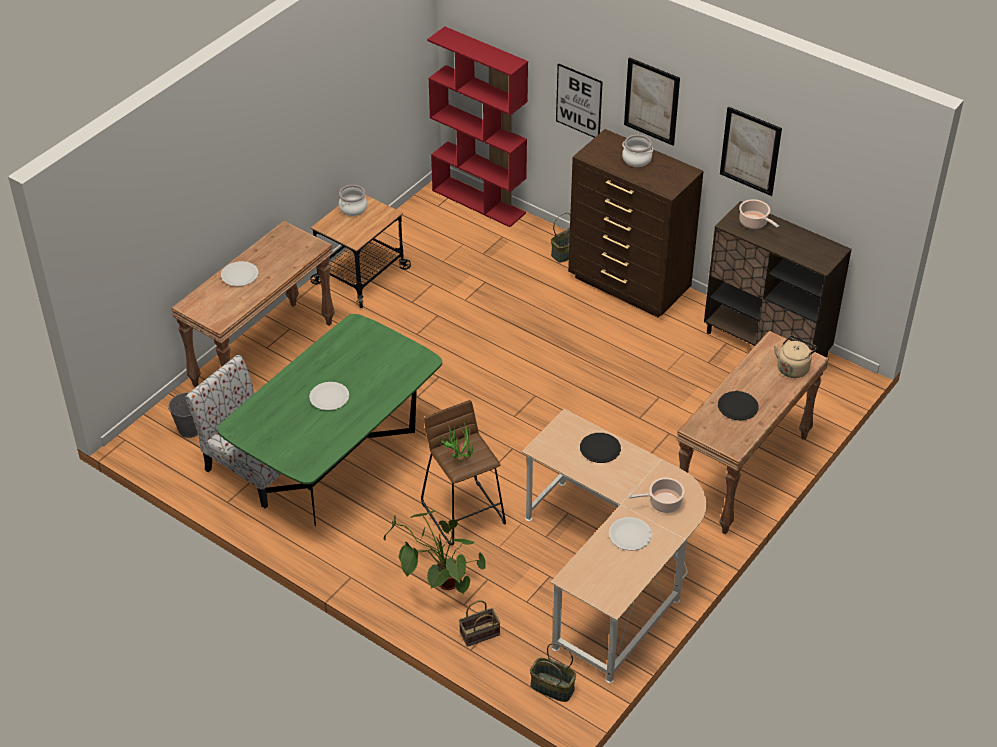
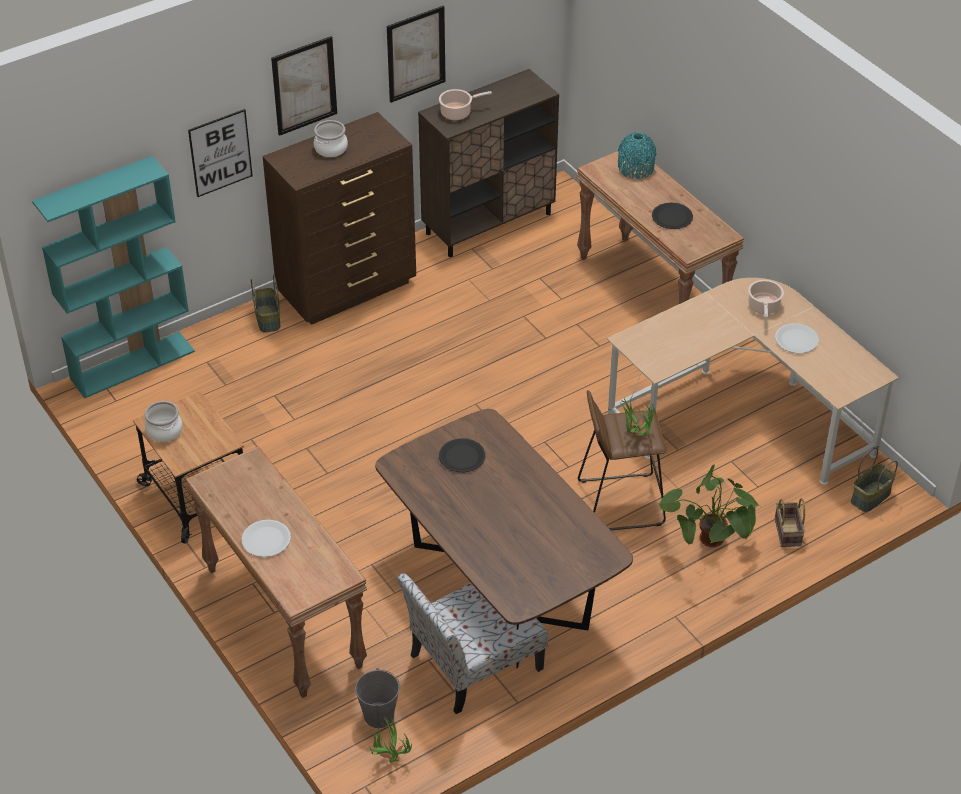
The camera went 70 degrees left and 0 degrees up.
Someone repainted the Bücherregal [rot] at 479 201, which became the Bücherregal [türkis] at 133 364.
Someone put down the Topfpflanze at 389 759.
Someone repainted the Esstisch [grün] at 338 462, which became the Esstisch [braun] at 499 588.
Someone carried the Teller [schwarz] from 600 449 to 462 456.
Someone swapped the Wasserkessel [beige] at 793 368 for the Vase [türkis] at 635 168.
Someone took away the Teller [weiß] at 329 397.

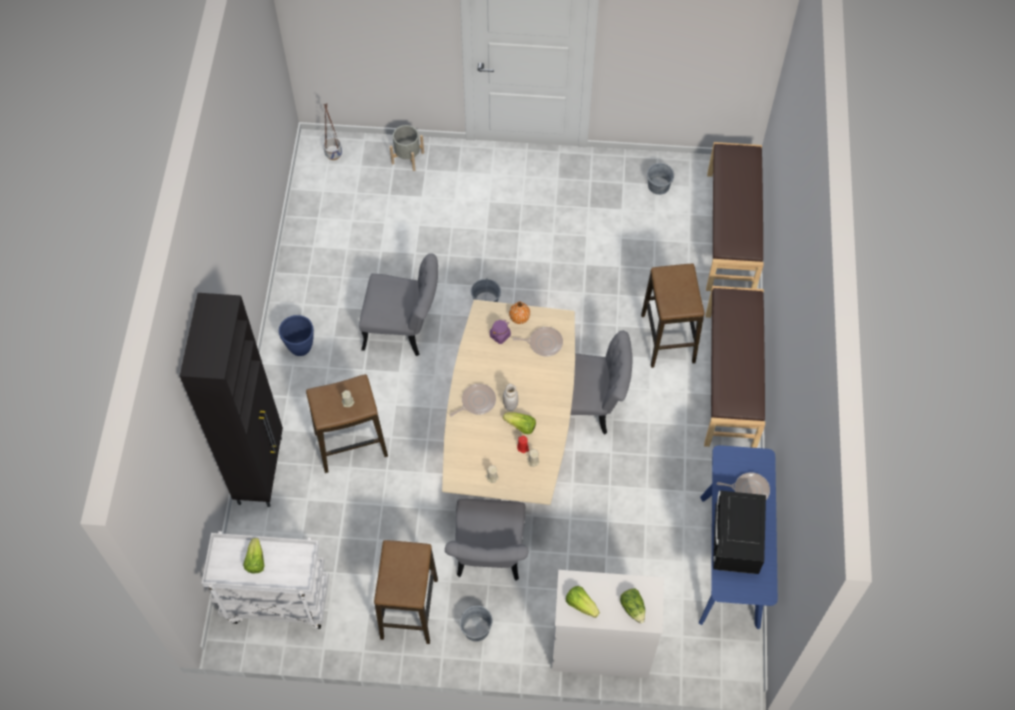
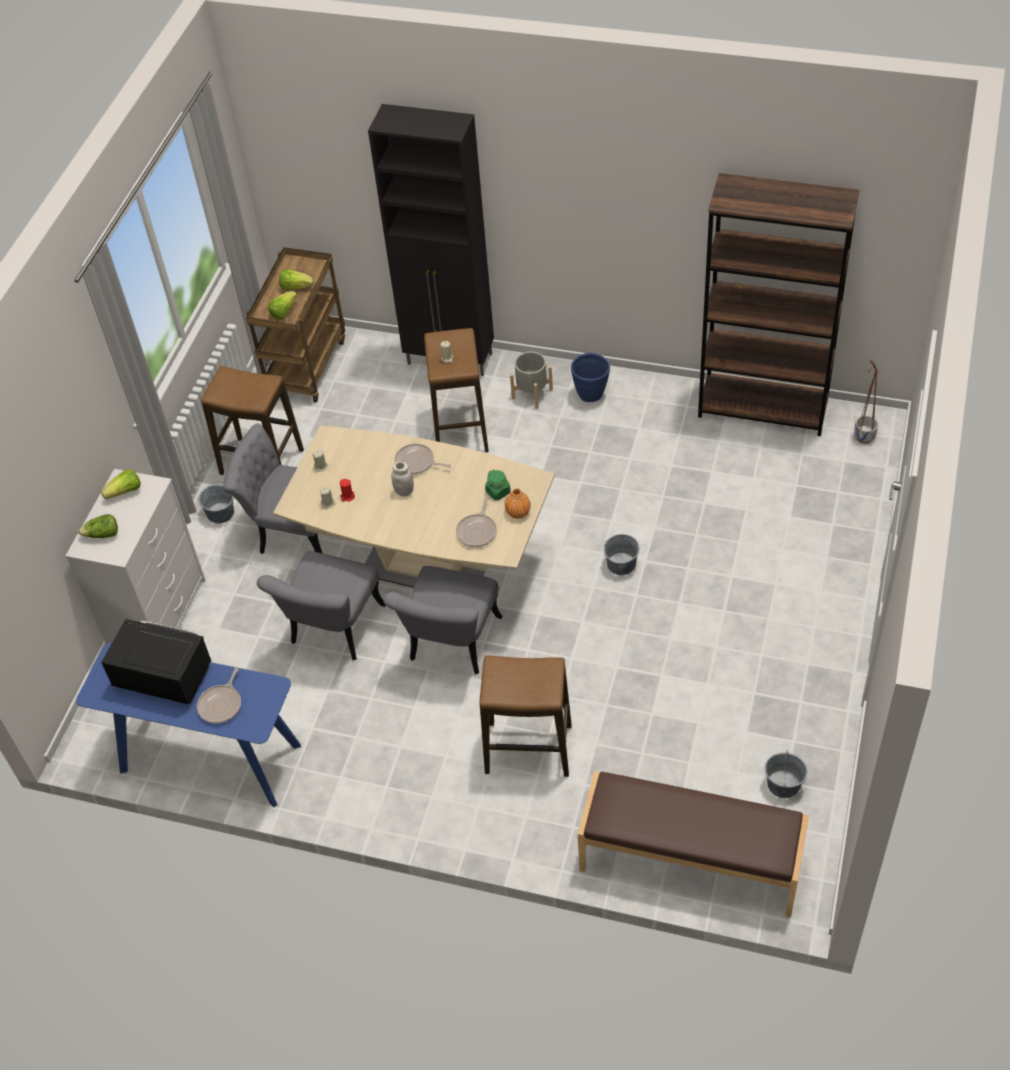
The camera went 105 degrees right and 10 degrees down.
Someone repainted the Rollwagen [weiß] at 276 601, which became the Rollwagen [braun] at 306 365.
Someone carried the Stuhl [grau] from 404 329 to 333 632.
Someone carried the Salatkopf from 520 426 to 283 312.
Someone rotated the Pfanne at 476 402 by 135 degrees clockwise.
Someone repainted the Vorratsglas [lila] at 500 335, which became the Vorratsglas [grün] at 498 492.
Someone carried the Pflanzkübel [grau] from 407 158 to 532 394.
Someone put down the Bücherregal [braun] at 763 408.
Someone took away the Bank [braun] at 731 380.

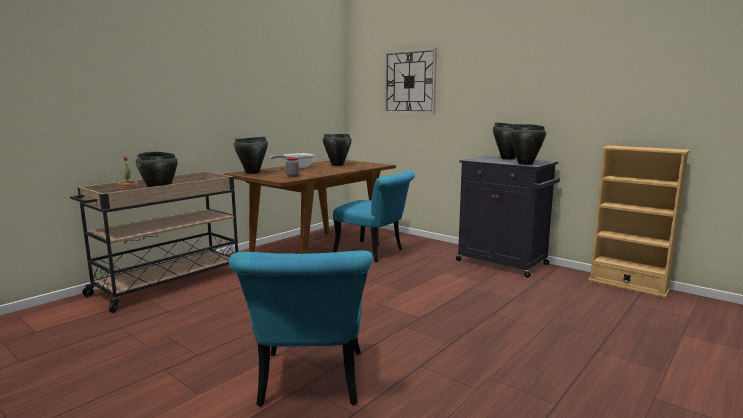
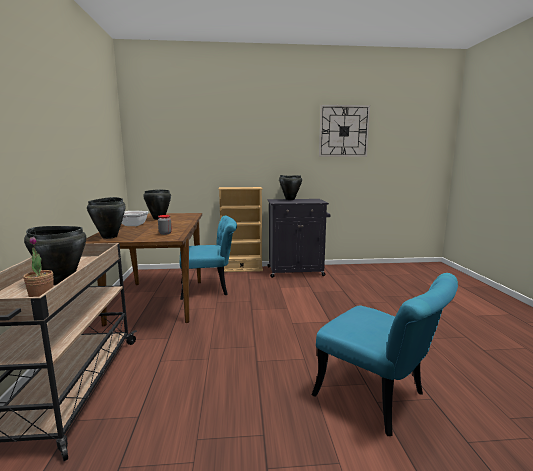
The camera went 45 degrees left and 0 degrees up.
Someone carried the Bücherregal [beige] from 628 285 to 241 269.
Someone carried the Wanduhr from 410 82 to 343 131.
Someone took away the Kochtopf [schwarz] at 525 164.

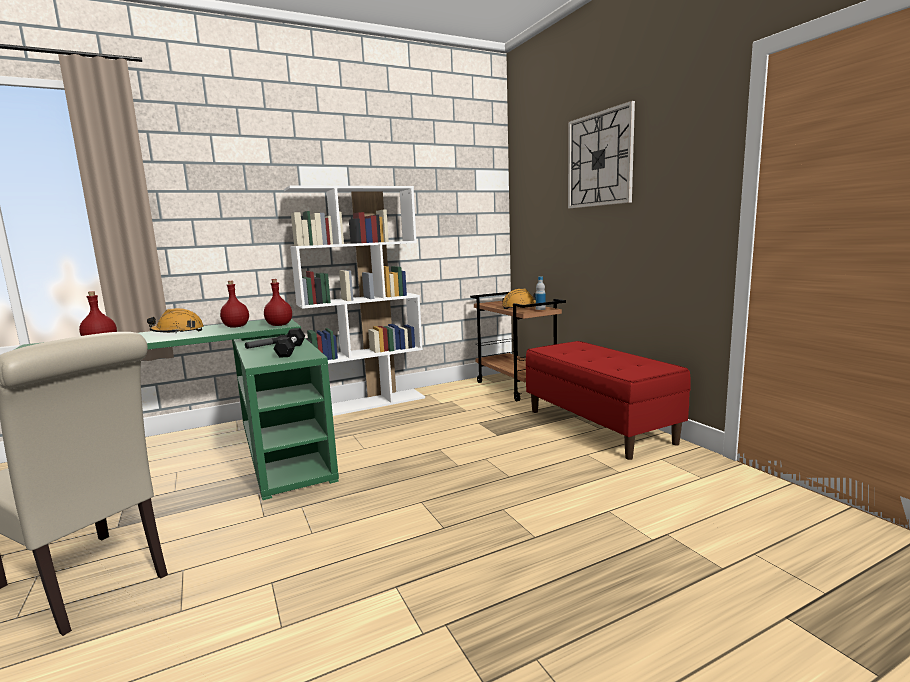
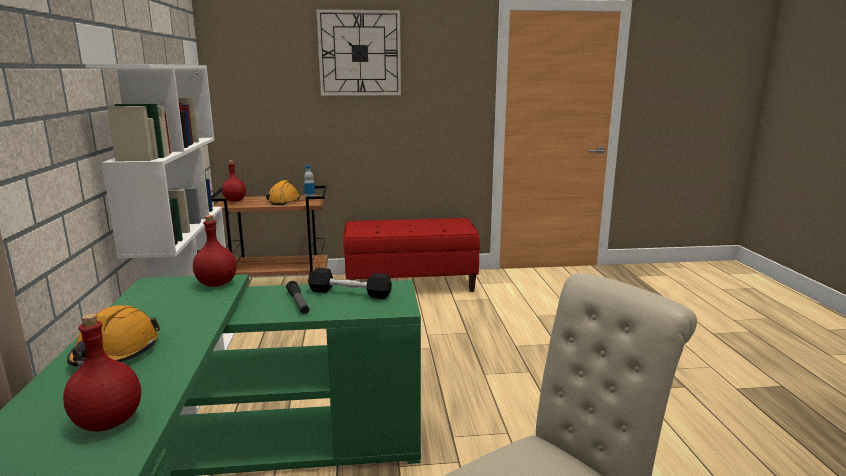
The camera went 70 degrees left and 5 degrees up.
Someone carried the Flasche [rot] from 236 327 to 235 200.

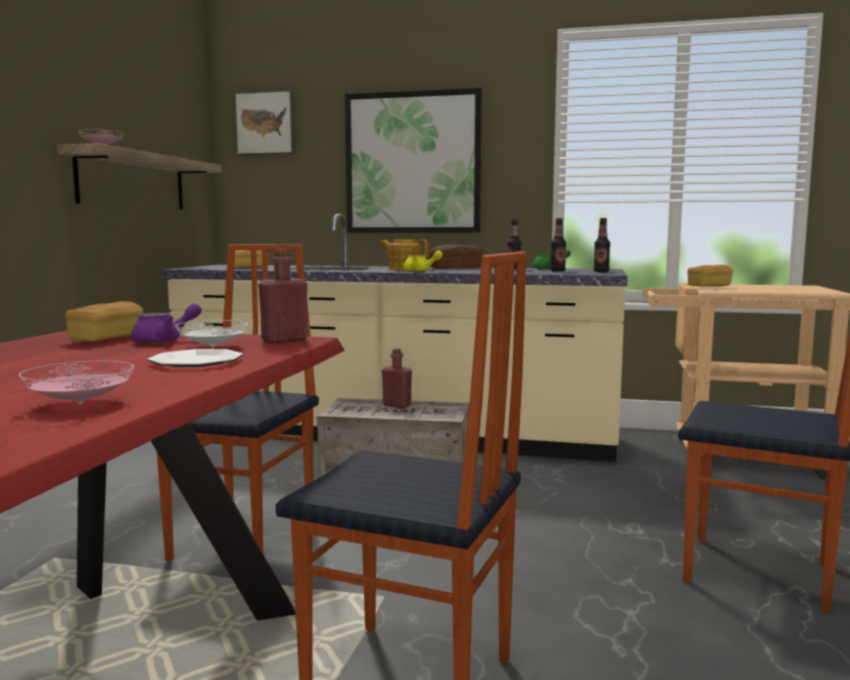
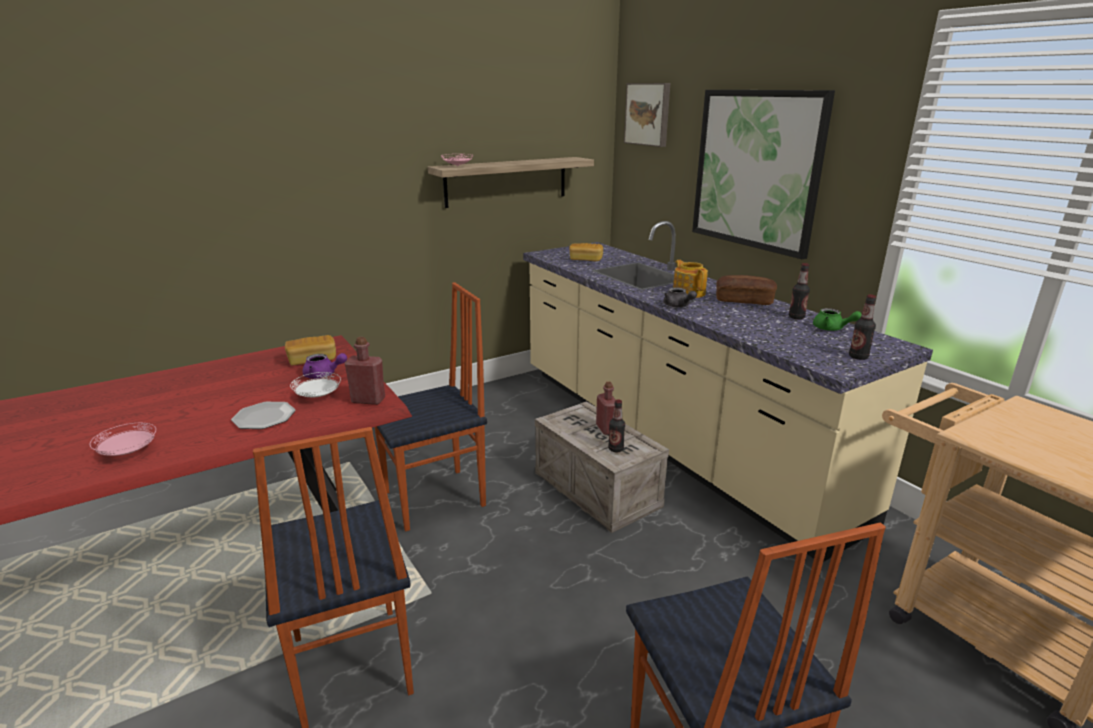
The camera went 45 degrees right and 15 degrees up.
Someone carried the Flasche from 557 271 to 615 449.
Someone repainted the Teekanne [gelb] at 420 271, which became the Teekanne [grau] at 678 306.
Someone took away the Brot at 709 286.

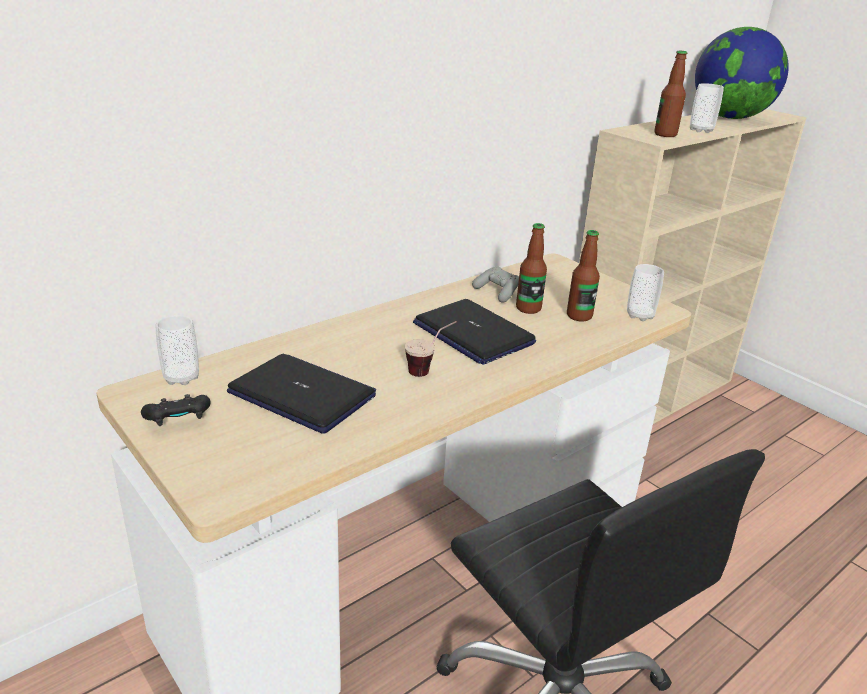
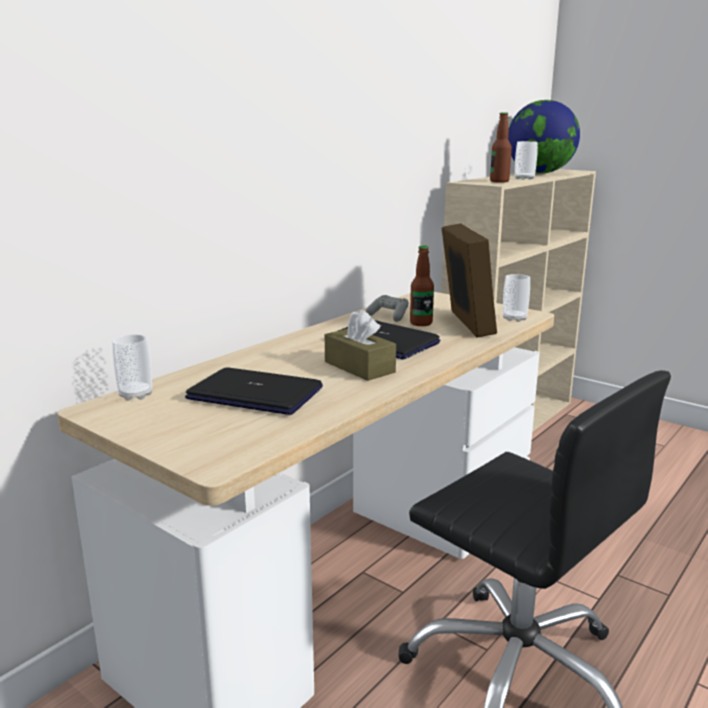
The camera went 10 degrees left and 10 degrees down.
Someone swapped the Tasse at 429 369 for the Taschentuchbox [braun] at 359 367.
Someone swapped the Flasche at 579 316 for the Bilderrahmen at 465 324.
Someone took away the Gamepad [schwarz] at 178 421.

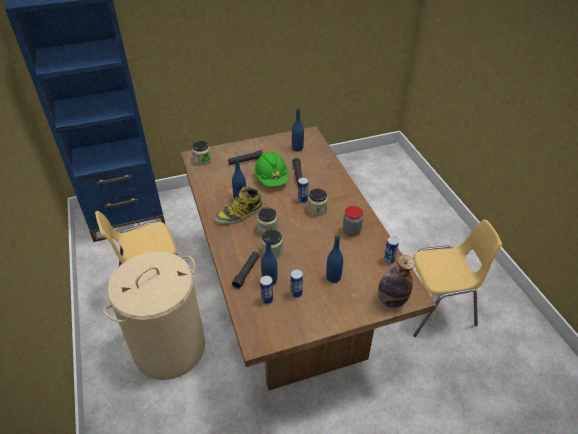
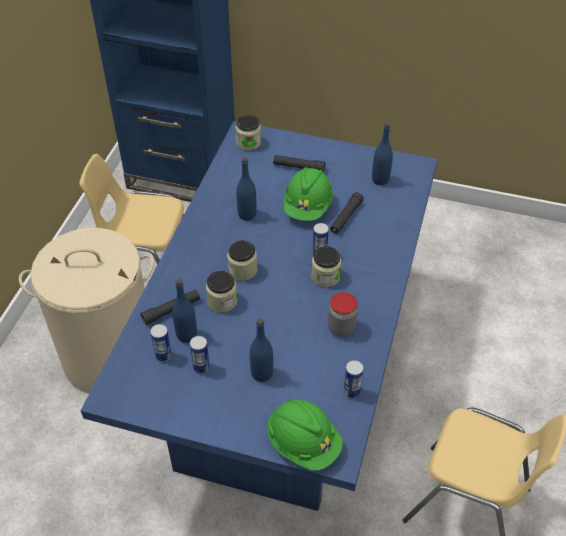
The camera went 35 degrees right and 5 degrees up.
Someone repainted the Esstisch [braun] at 290 301, which became the Esstisch [blau] at 284 381.
Someone swapped the Flasche at 391 300 for the Schutzhelm [grün] at 303 443.
Someone took away the Stiefel at 239 214.

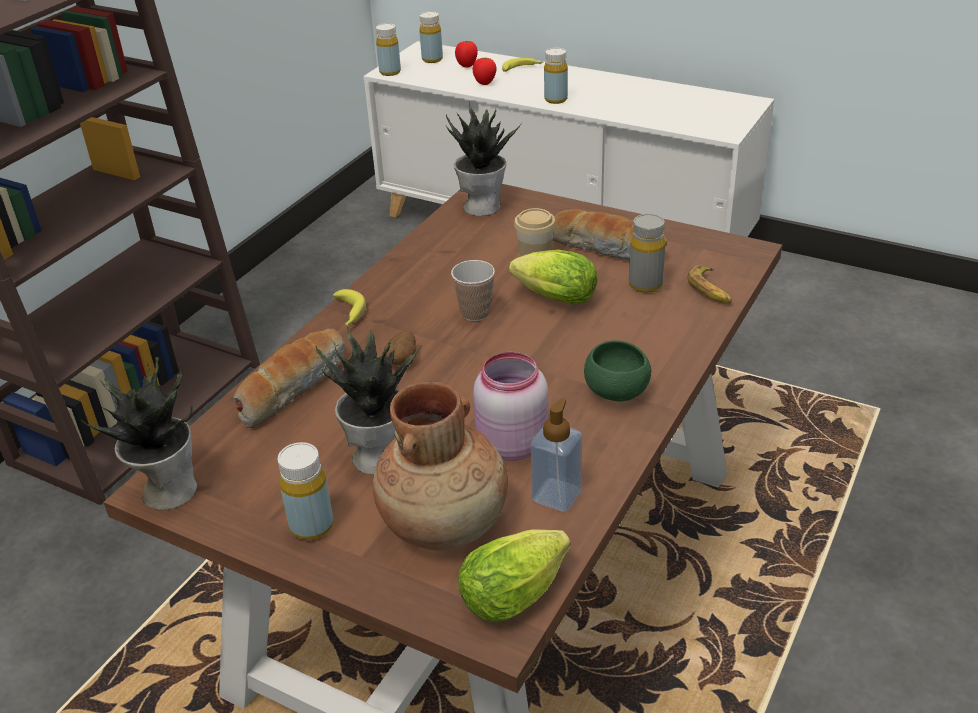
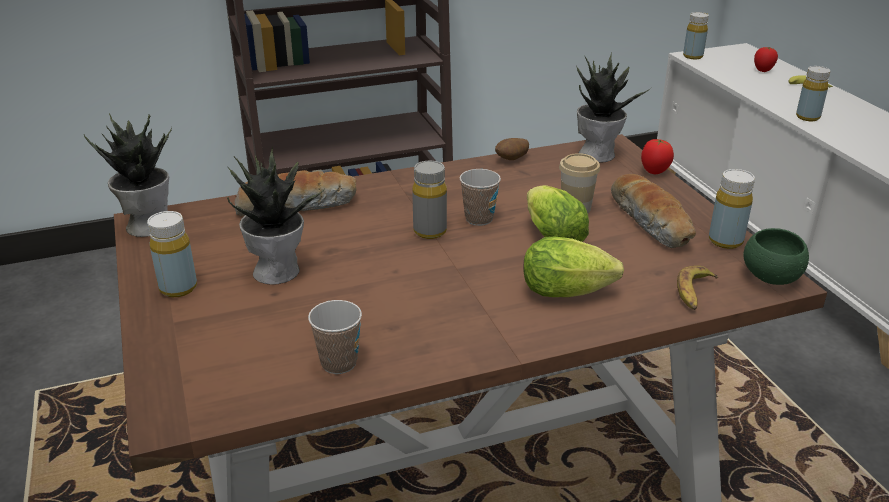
The camera went 40 degrees right and 5 degrees down.
Someone swapped the Seifenspender at 556 496 for the Tasse at 339 363.
Someone carried the Flasche [grau] from 645 284 to 430 231.
Someone carried the Kartoffel from 402 361 to 511 159.
Someone carried the Salatkopf from 518 592 to 571 292.
Someone carried the Tomate from 484 83 to 654 172.
Someone carried the Flasche [gelb] from 432 59 to 725 241.
Someone carried the Schüssel [grün] from 616 393 to 770 277.
Someone took away the Banane at 348 314.
Someone took away the Vase [braun] at 445 523.
Someone took away the Vorratsglas [rosa] at 510 444.

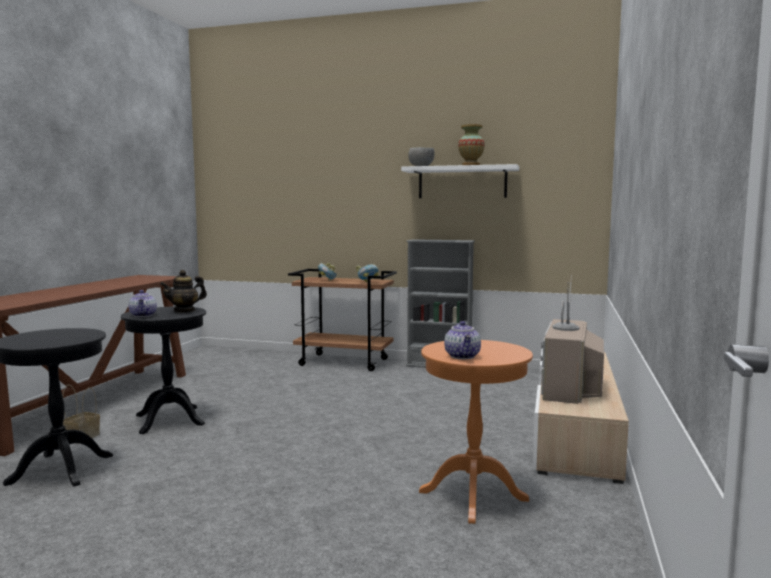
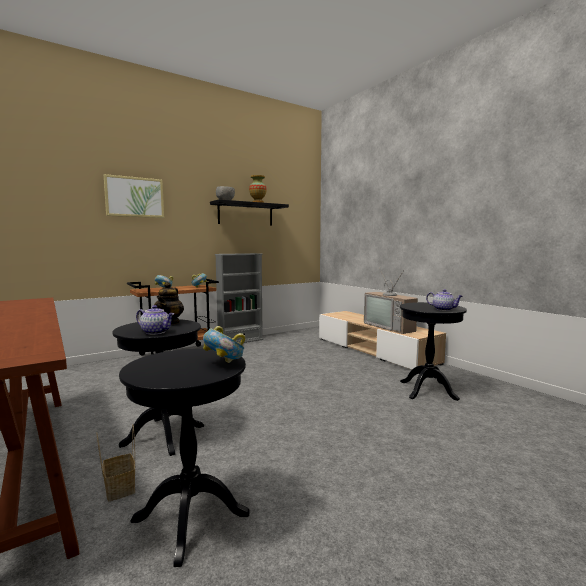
The camera went 50 degrees left and 0 degrees up.
Someone put up the Bild at 134 197.
Someone put down the Schüssel at 224 364.
Someone repainted the Wandregal [weiß] at 462 182, which became the Wandregal [schwarz] at 245 214.
Someone repainted the Beistelltisch [orange] at 473 495, which became the Beistelltisch [schwarz] at 428 390.

